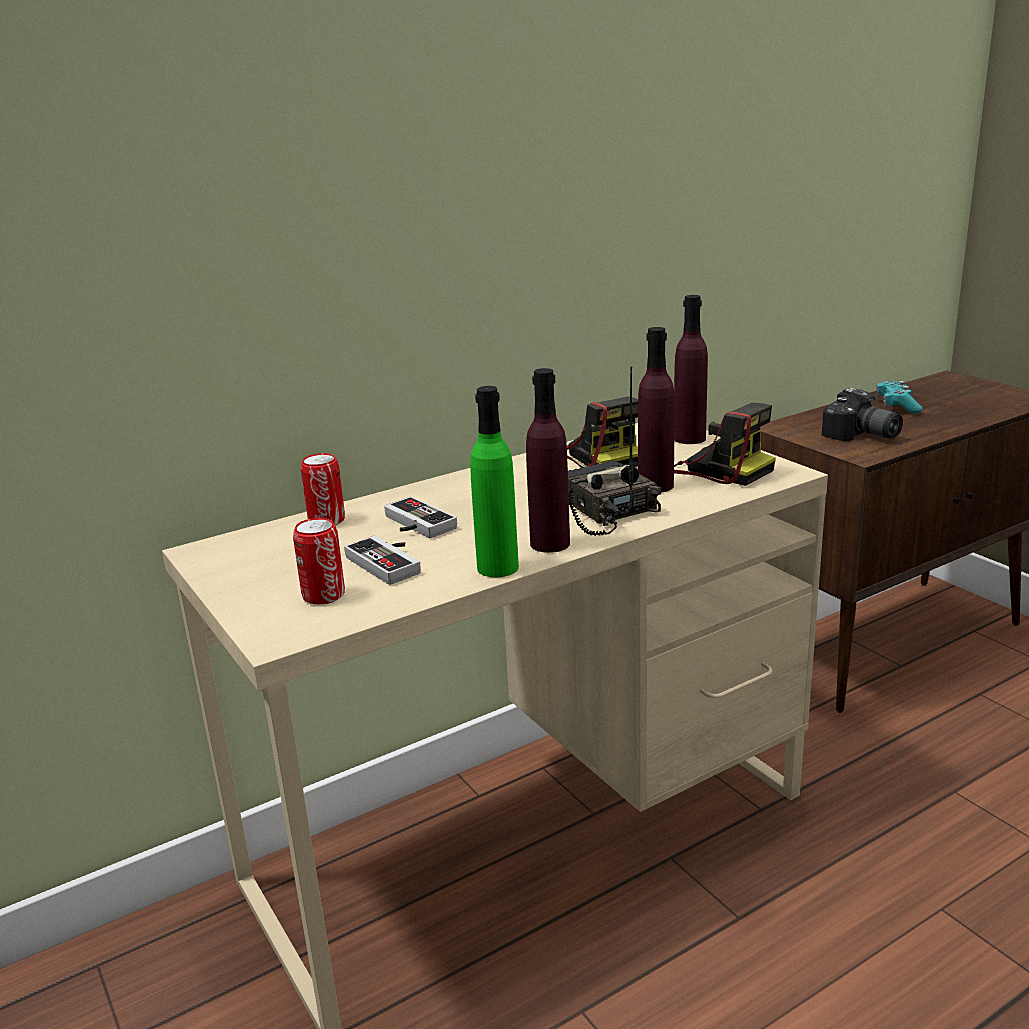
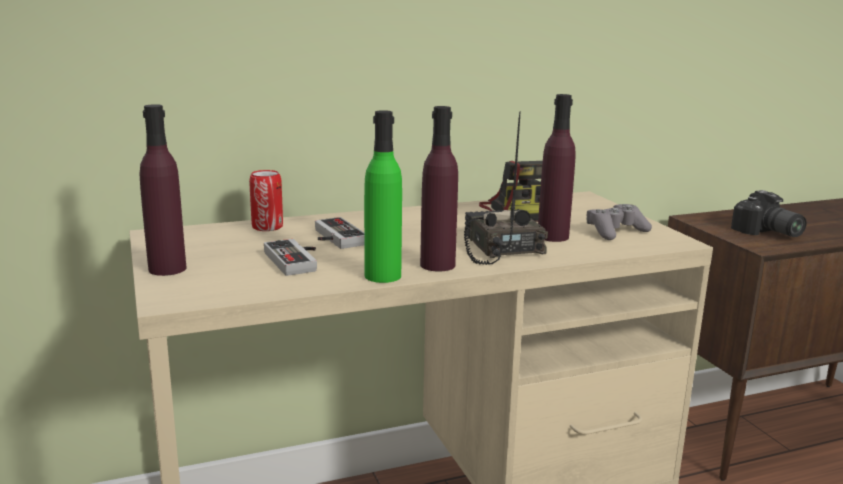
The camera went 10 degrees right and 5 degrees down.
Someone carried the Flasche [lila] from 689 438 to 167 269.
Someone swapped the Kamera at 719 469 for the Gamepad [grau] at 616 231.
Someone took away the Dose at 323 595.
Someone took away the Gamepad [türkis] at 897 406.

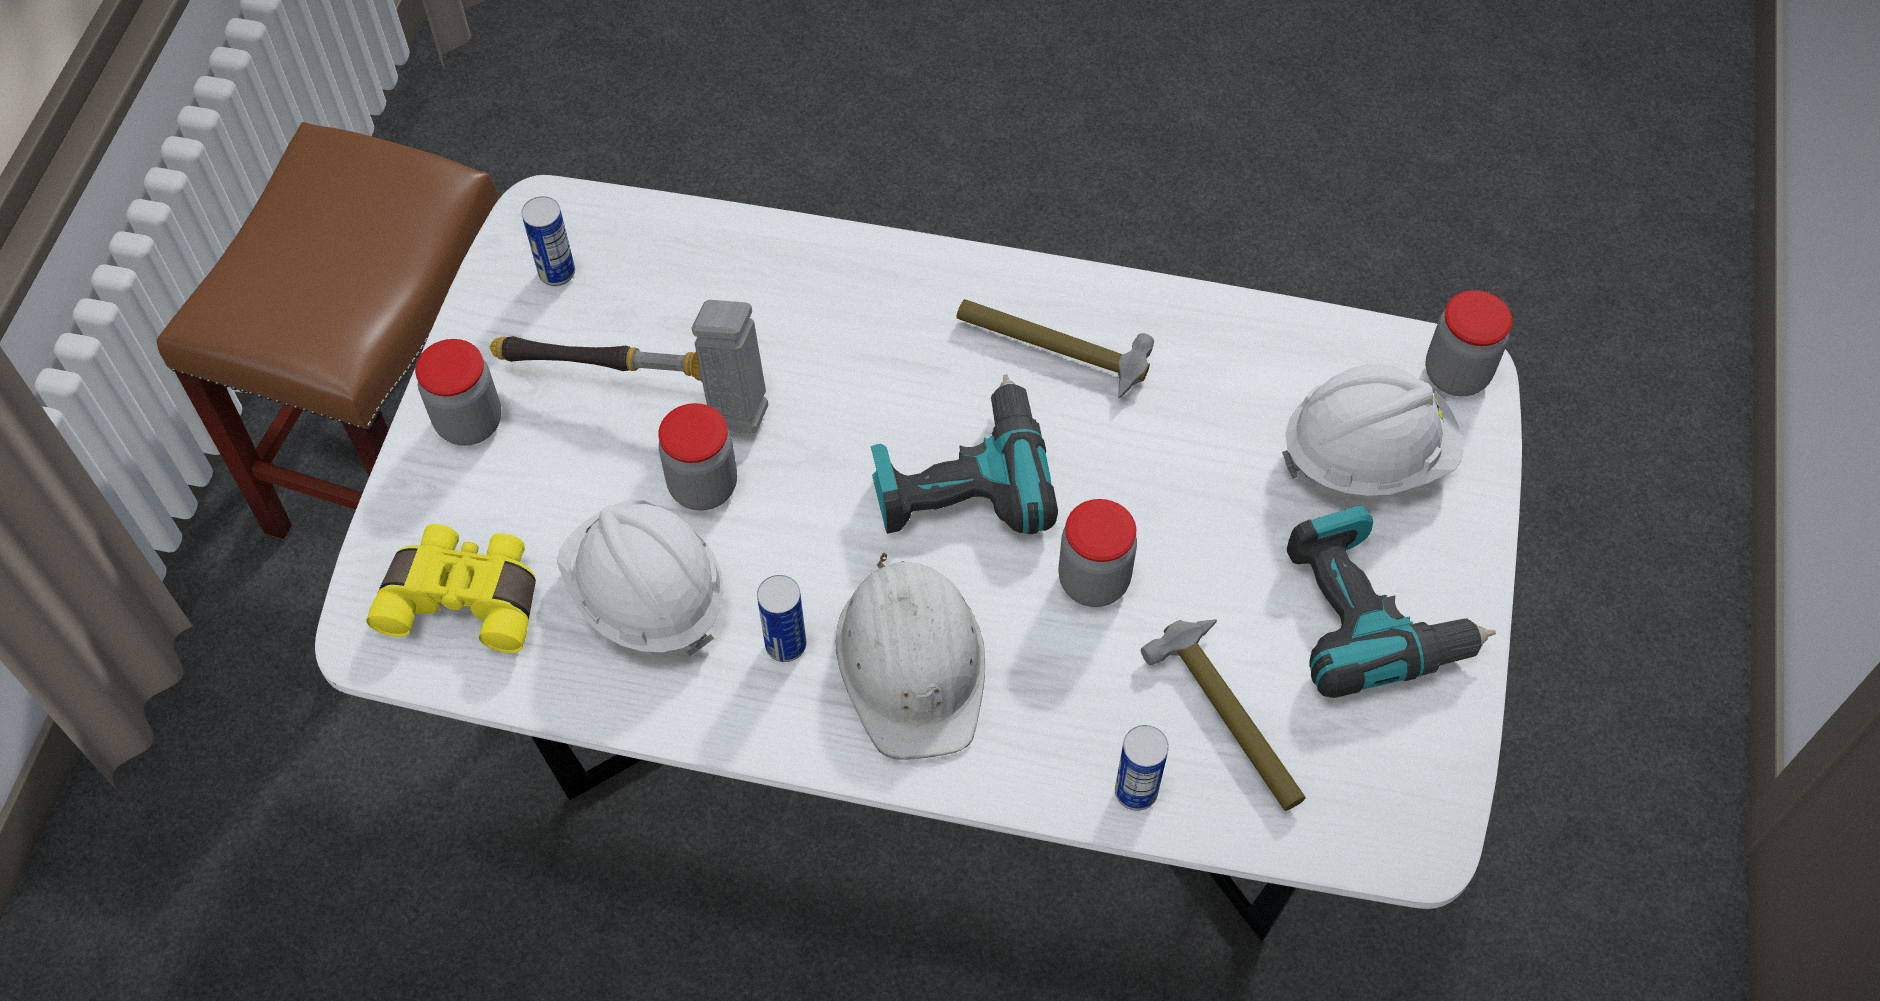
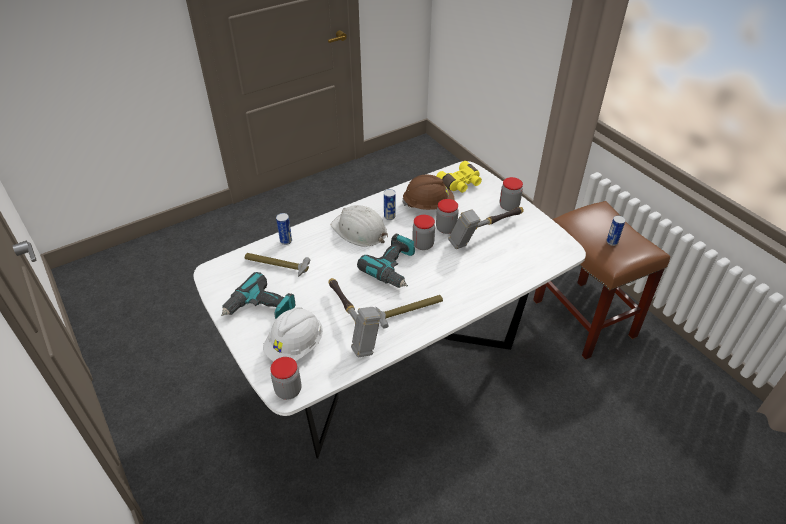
The camera went 135 degrees right and 15 degrees down.
Someone put down the Hammer at 351 324.
Someone repainted the Schutzhelm [weiß] at 646 595, which became the Schutzhelm [braun] at 428 205.
Someone carried the Vorratsglas from 1093 581 to 423 244.
Someone carried the Dose from 557 272 to 612 242.

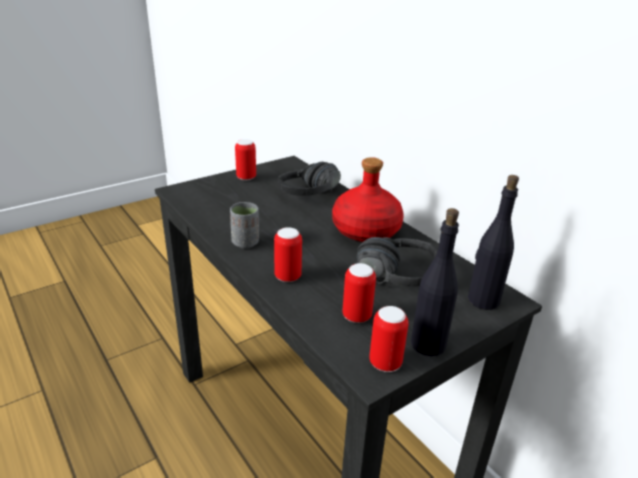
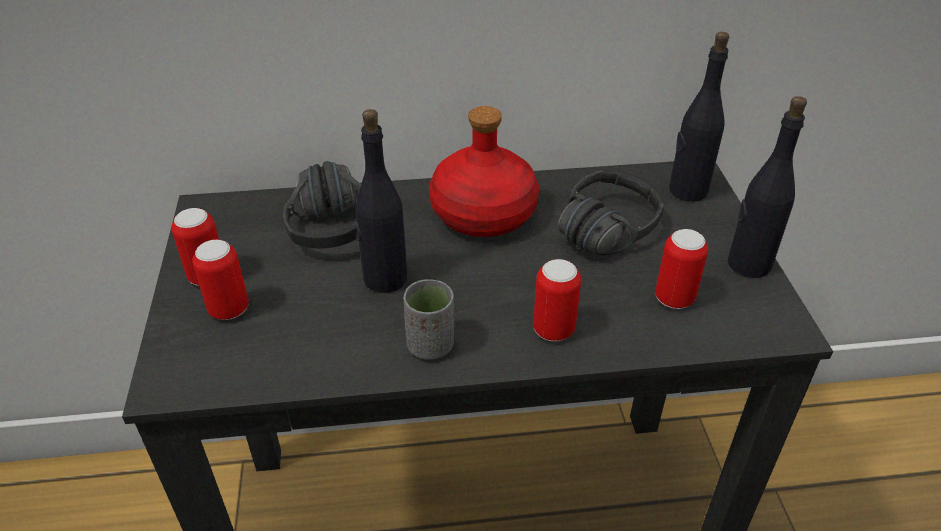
The camera went 60 degrees left and 10 degrees up.
Someone carried the Dose from 385 363 to 229 309.
Someone put down the Flasche [schwarz] at 384 278.

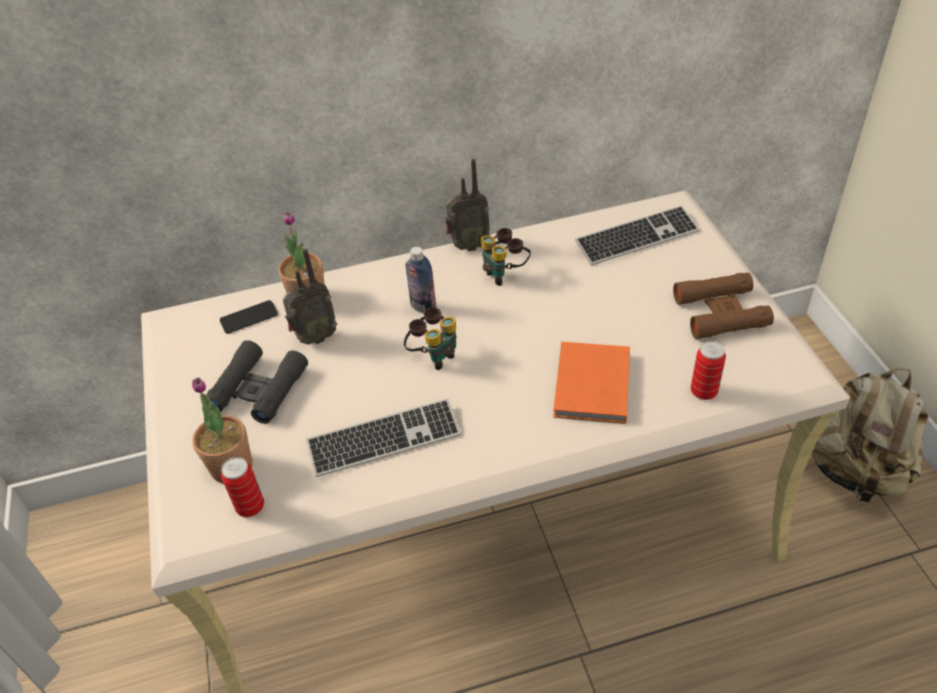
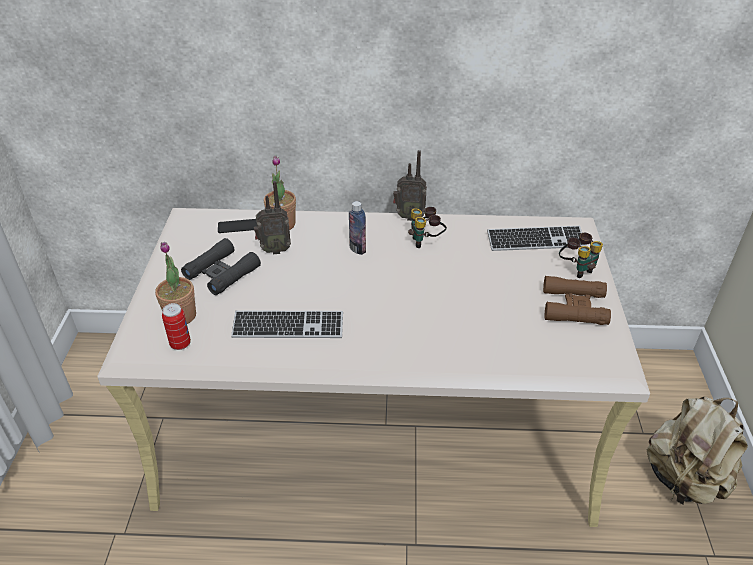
The camera went 15 degrees right and 5 degrees down.
Someone carried the Fernglas from 434 356 to 577 268.
Someone took away the Buch [orange] at 590 387.
Someone took away the Dose at 703 392.

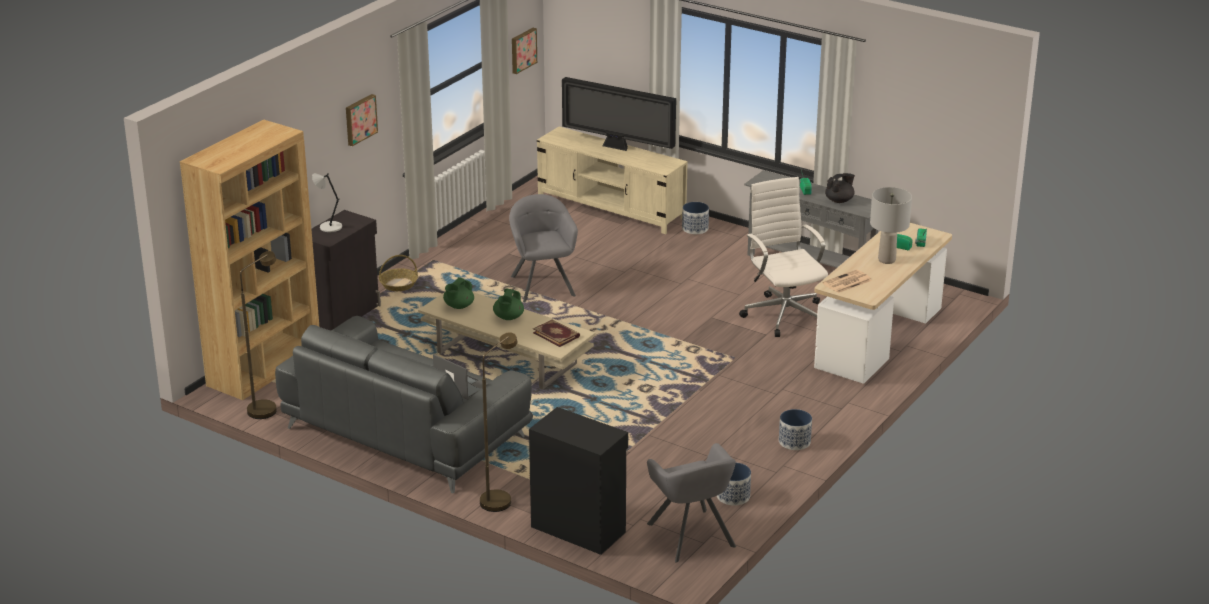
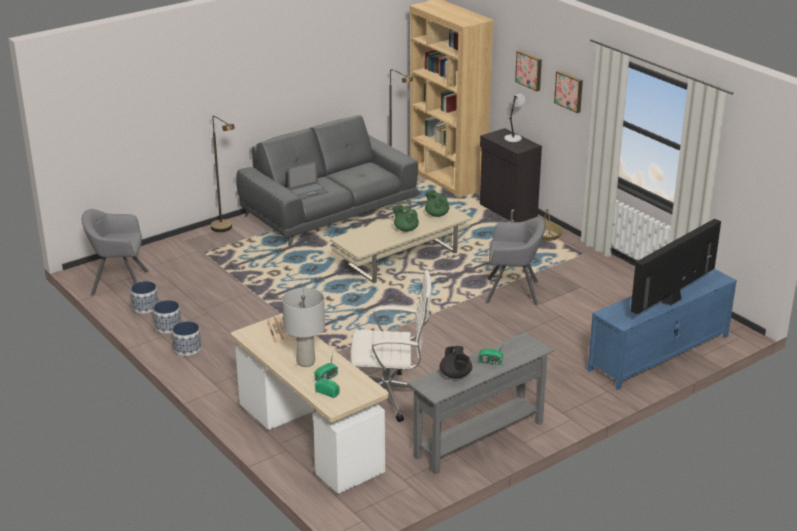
The camera went 110 degrees right and 0 degrees up.
Someone carried the Pflanzkübel from 695 228 to 168 327.
Someone carried the Bild from 522 50 to 529 70.
Someone repainted the Fernsehschrank [beige] at 611 208, which became the Fernsehschrank [blau] at 658 353.
Someone took away the Schrank [schwarz] at 578 528.
Someone took away the Buch at 556 334.

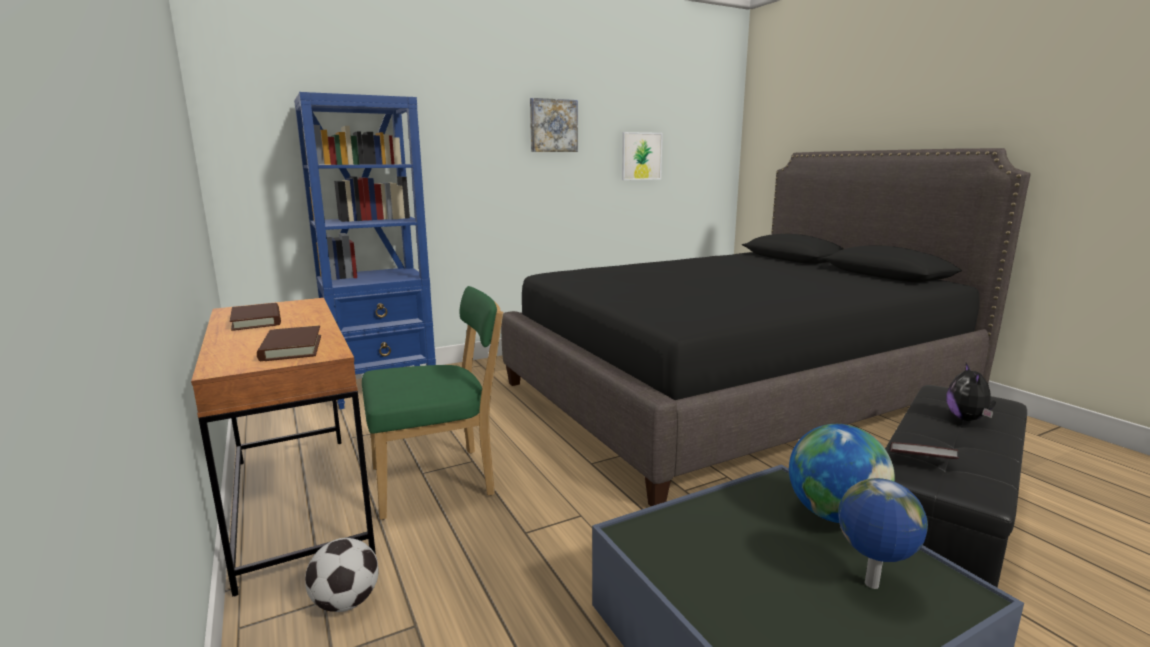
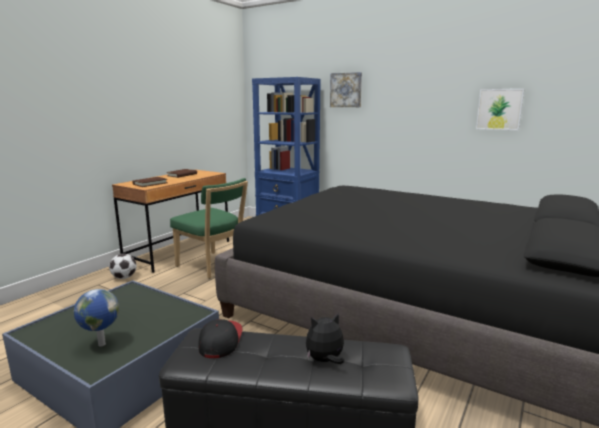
The camera went 60 degrees right and 0 degrees up.
Someone swapped the Buch at 921 462 for the Kappe at 220 340.
Someone carried the Bild from 553 126 to 346 90.
Someone took away the Globus at 834 515.

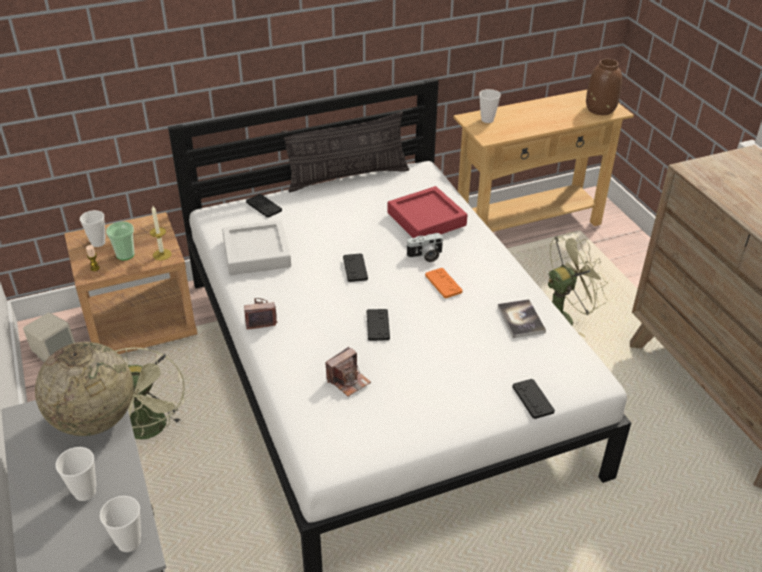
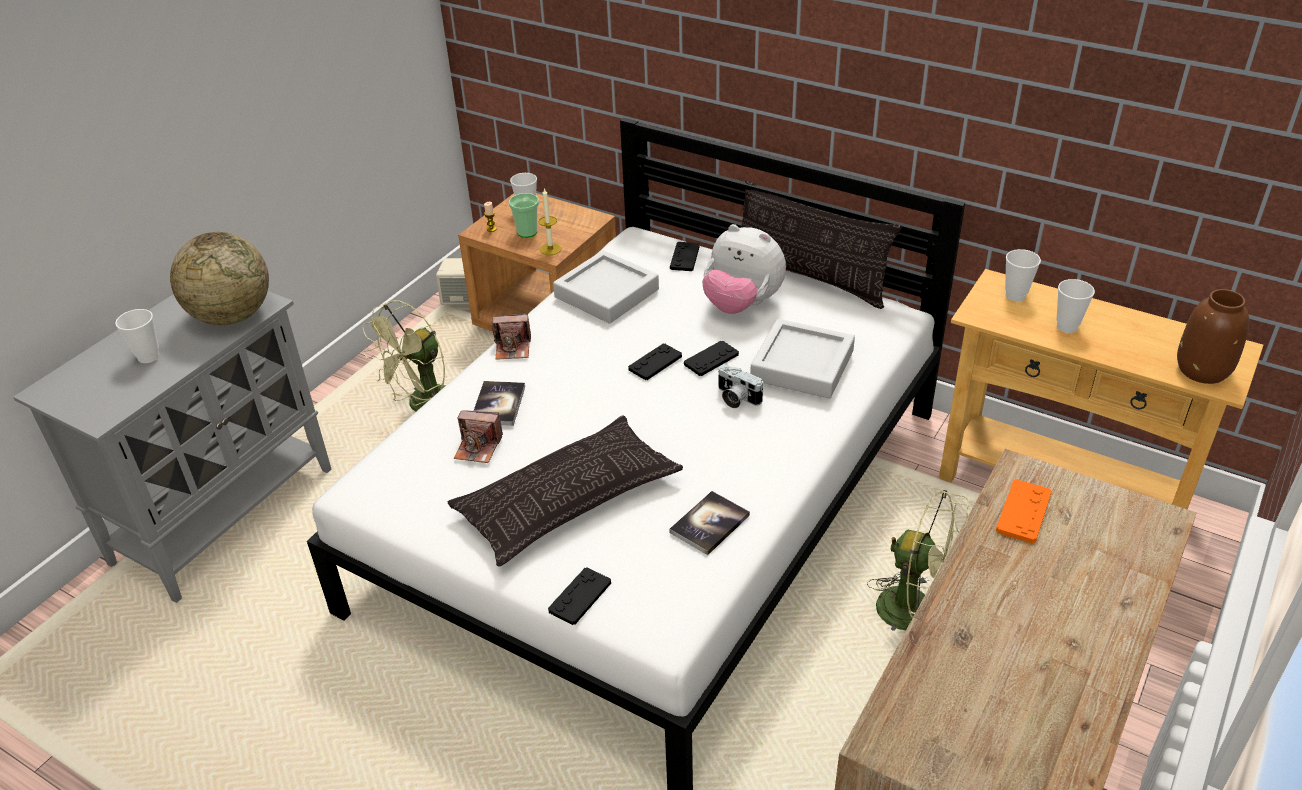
The camera went 55 degrees right and 0 degrees up.
Someone put down the Kissen at 567 499.
Someone put down the Buch at 498 404.
Someone rotated the Kamera at 260 318 by 135 degrees clockwise.
Someone carried the Gamepad [schwarz] from 378 325 to 711 359.
Someone put down the Plüschtier at 742 304.
Someone repainted the Tablett [rot] at 426 219, which became the Tablett [grau] at 802 365.
Someone carried the Gamepad [orange] from 443 283 to 1023 512.
Someone carried the Tasse from 129 542 to 1067 327.

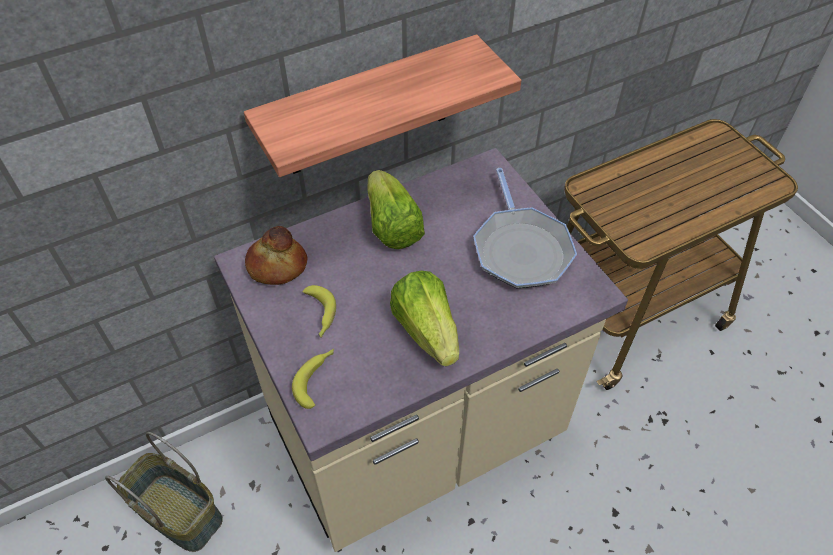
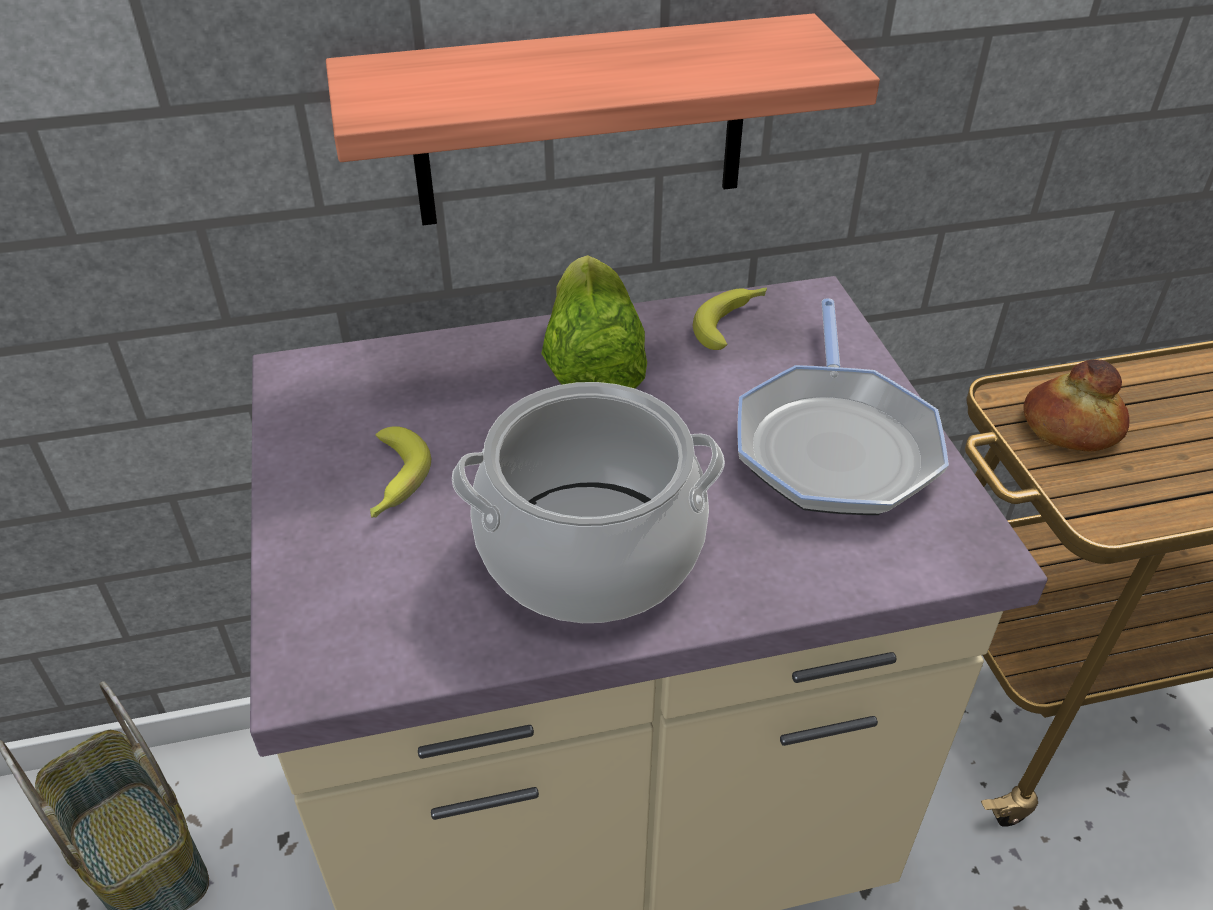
The camera went 15 degrees right and 10 degrees down.
Someone swapped the Salatkopf at 426 330 for the Kochtopf at 590 549.
Someone carried the Banane from 316 379 to 733 322.
Someone carried the Brot from 276 266 to 1070 427.

